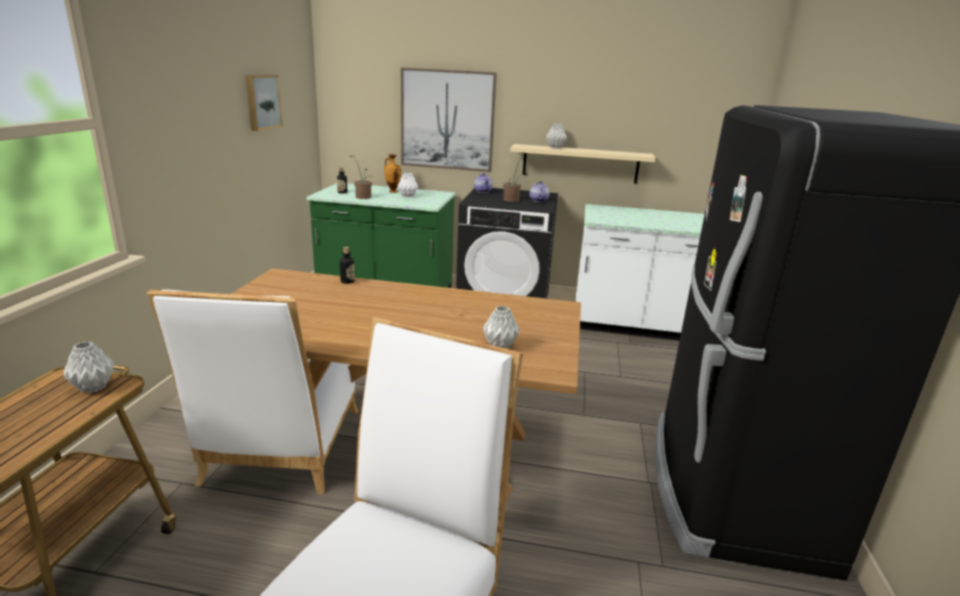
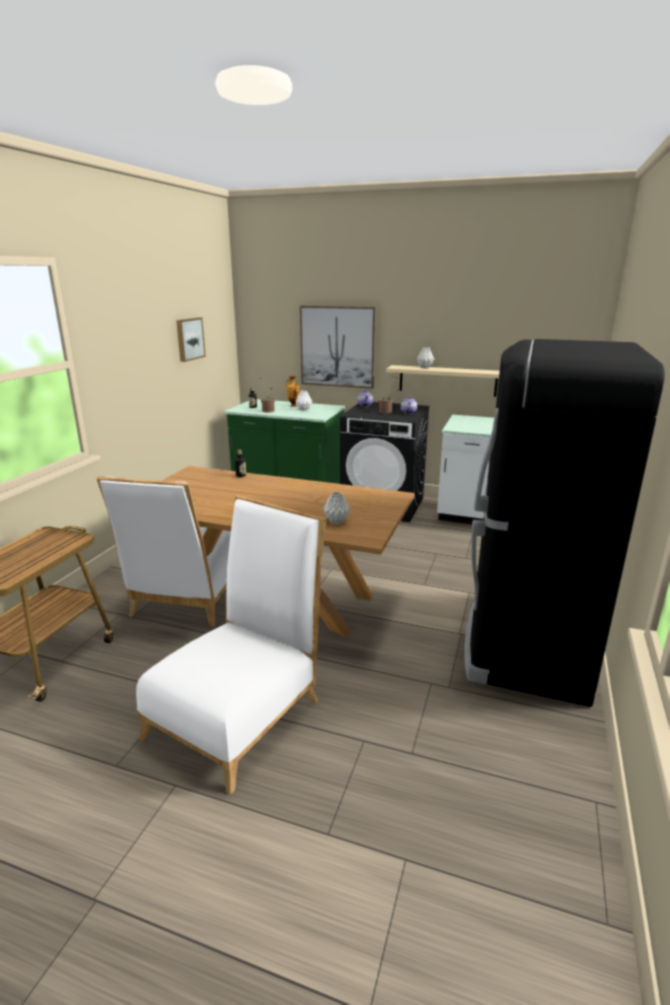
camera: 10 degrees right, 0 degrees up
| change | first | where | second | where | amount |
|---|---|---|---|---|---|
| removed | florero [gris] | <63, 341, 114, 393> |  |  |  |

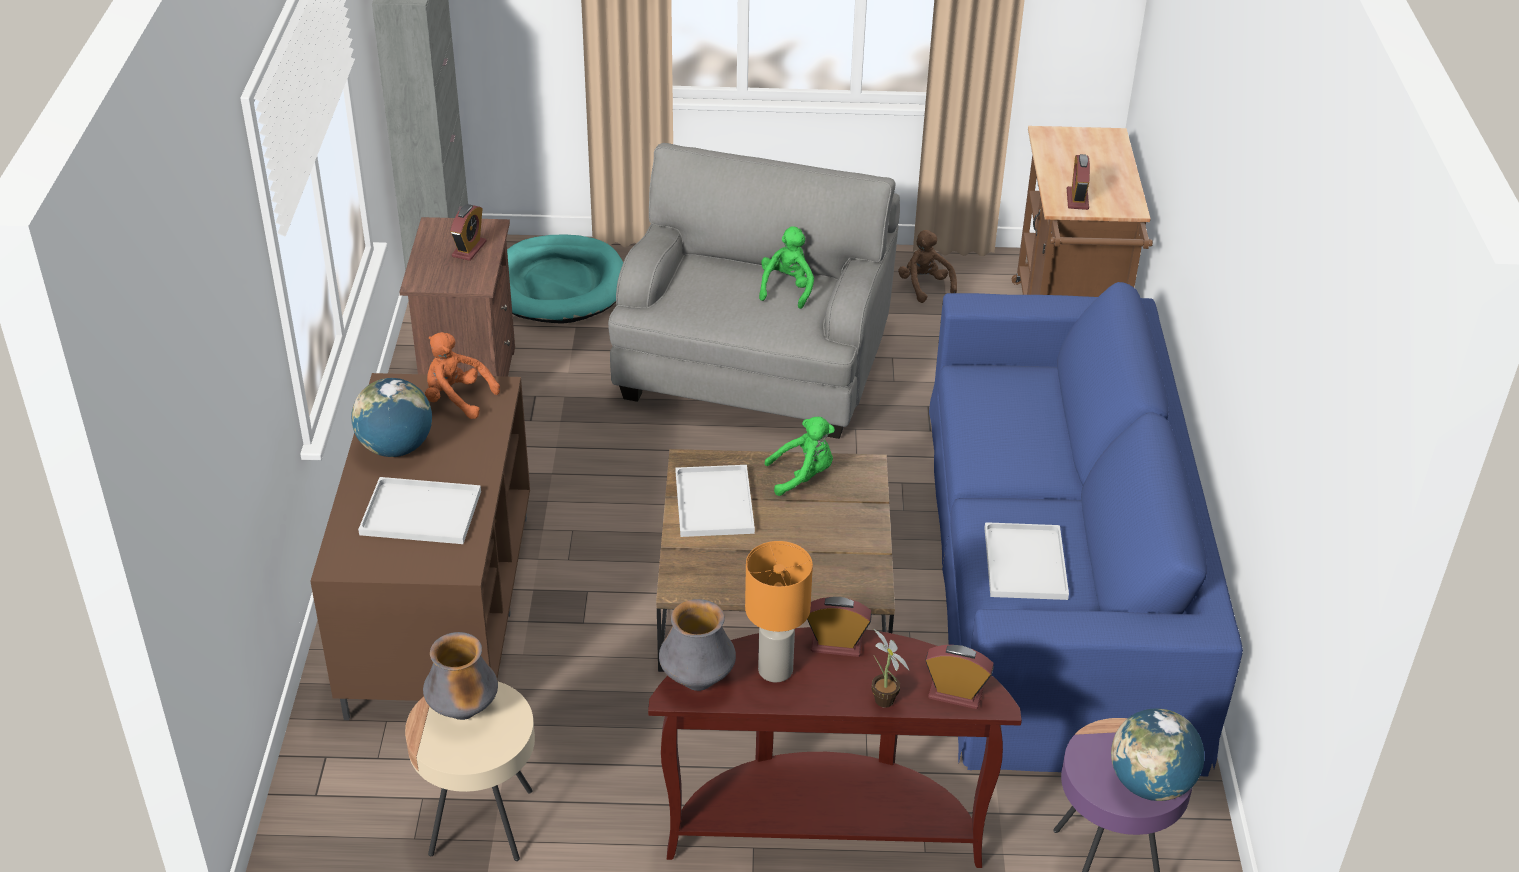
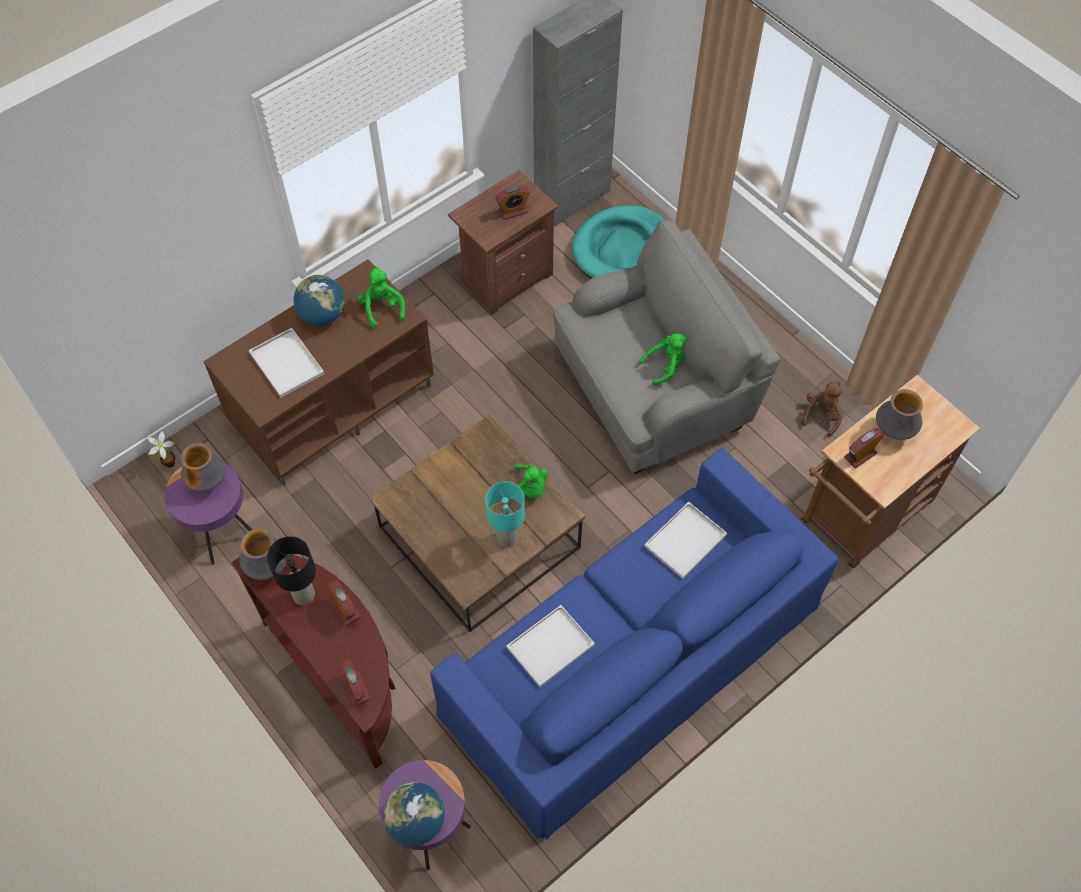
camera: 50 degrees right, 20 degrees up
| change | first | where | second | where | amount |
|---|---|---|---|---|---|
| recoloured | peluche [naranja] | <425, 332, 500, 419> | peluche [verde] | <357, 267, 405, 328> |  |
| moved | bandeja [blanco] | <676, 465, 755, 537> |  | <644, 502, 727, 579> |  |
| recoloured | lámpara de mesa [naranja] | <745, 541, 813, 682> | lámpara de mesa [negro] | <267, 536, 316, 605> |  |
| moved | planta en maceta | <872, 629, 910, 708> |  | <148, 431, 175, 468> |  |
| recoloured | mesa auxiliar [beis] | <405, 682, 535, 861> | mesa auxiliar [morado] | <165, 463, 253, 565> |  |
| added |  |  | florero | <876, 389, 923, 440> |  |
| added |  |  | lámpara de mesa [turquesa] | <485, 481, 525, 547> |  |

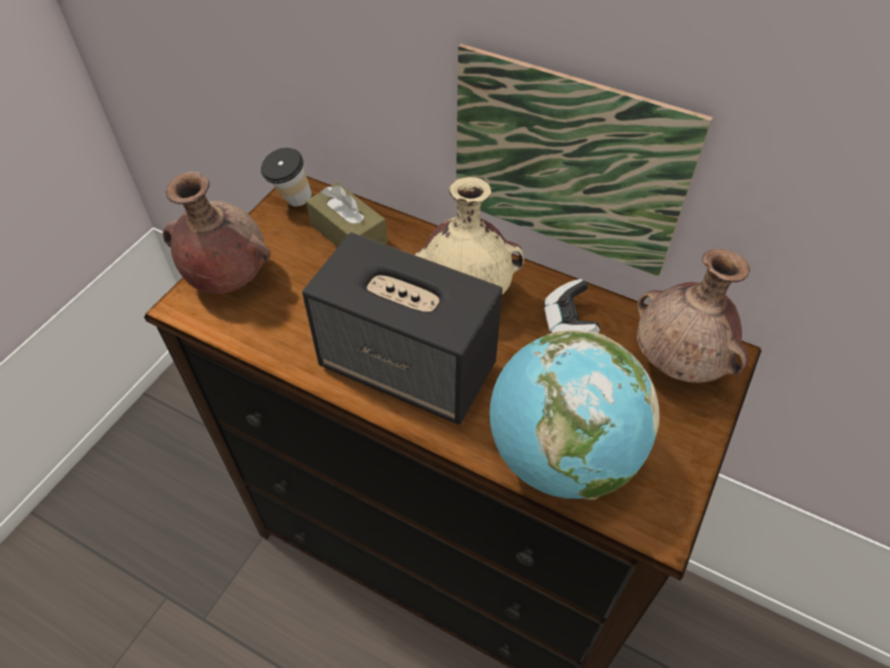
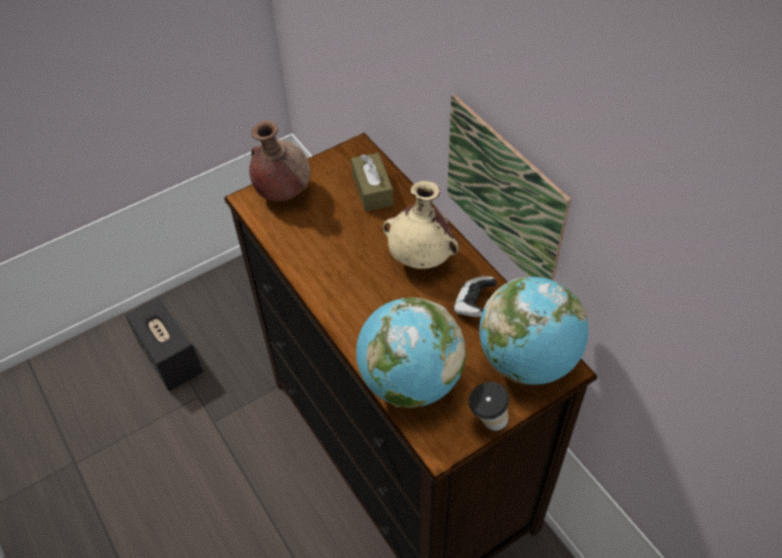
camera: 30 degrees right, 0 degrees up
| change | first | where | second | where | amount |
|---|---|---|---|---|---|
| moved | taza | <261, 148, 312, 207> |  | <469, 382, 509, 431> |  |
| moved | altavoz | <302, 233, 503, 425> |  | <125, 296, 203, 391> |  |
| replaced | florero [marrón] | <637, 249, 750, 383> | globo terráqueo | <479, 277, 588, 385> |  |

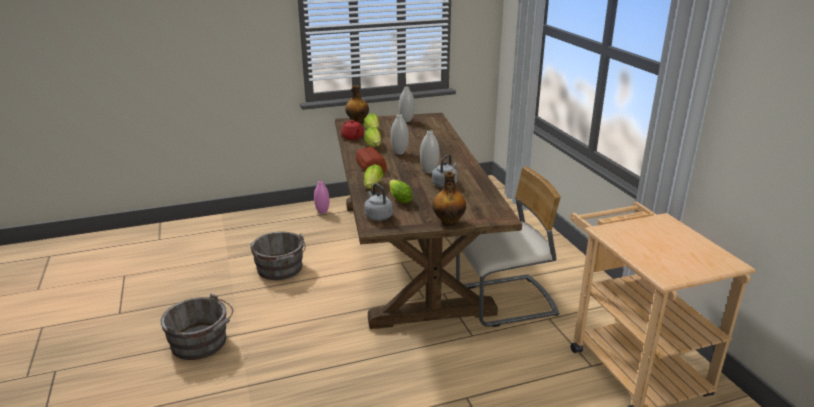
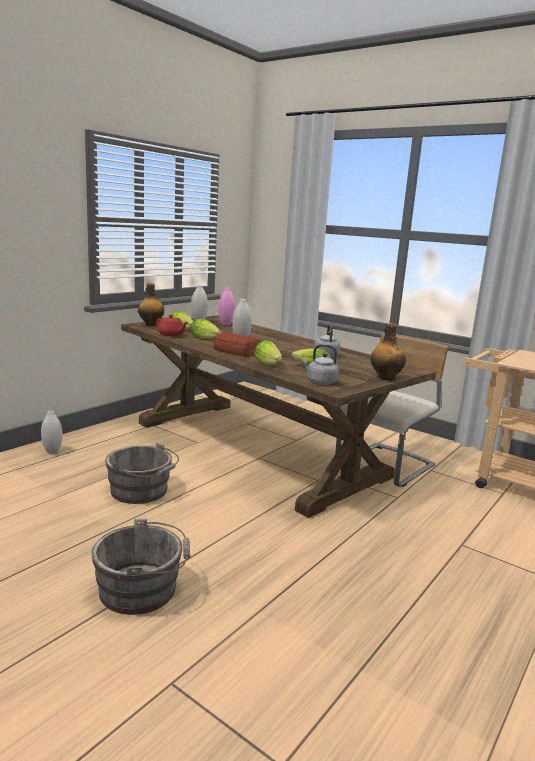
camera: 35 degrees left, 10 degrees down
| change | first | where | second | where | amount |
|---|---|---|---|---|---|
| moved | florero [blanco] | <420, 130, 439, 173> |  | <41, 410, 63, 454> |  |
| moved | florero [rosa] | <314, 181, 330, 214> |  | <218, 287, 235, 325> |  |

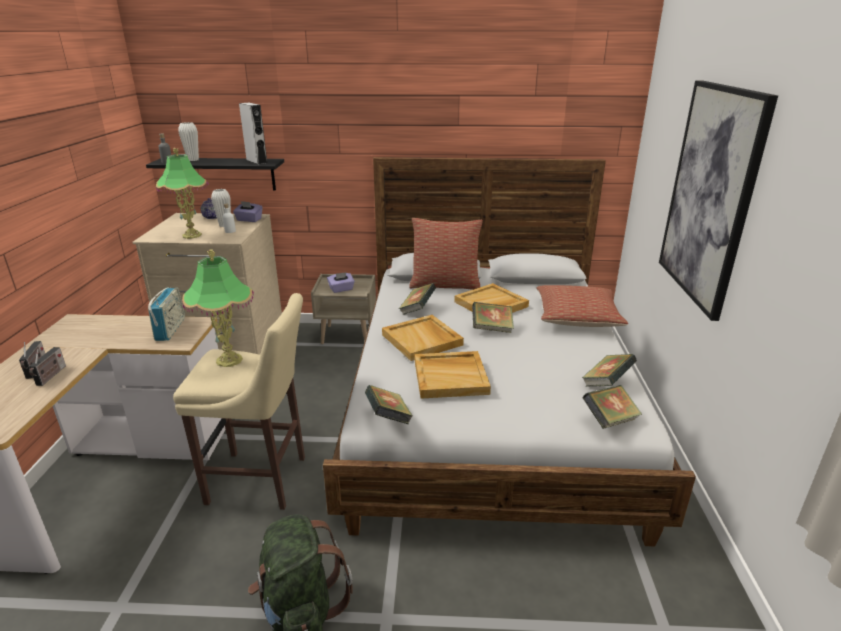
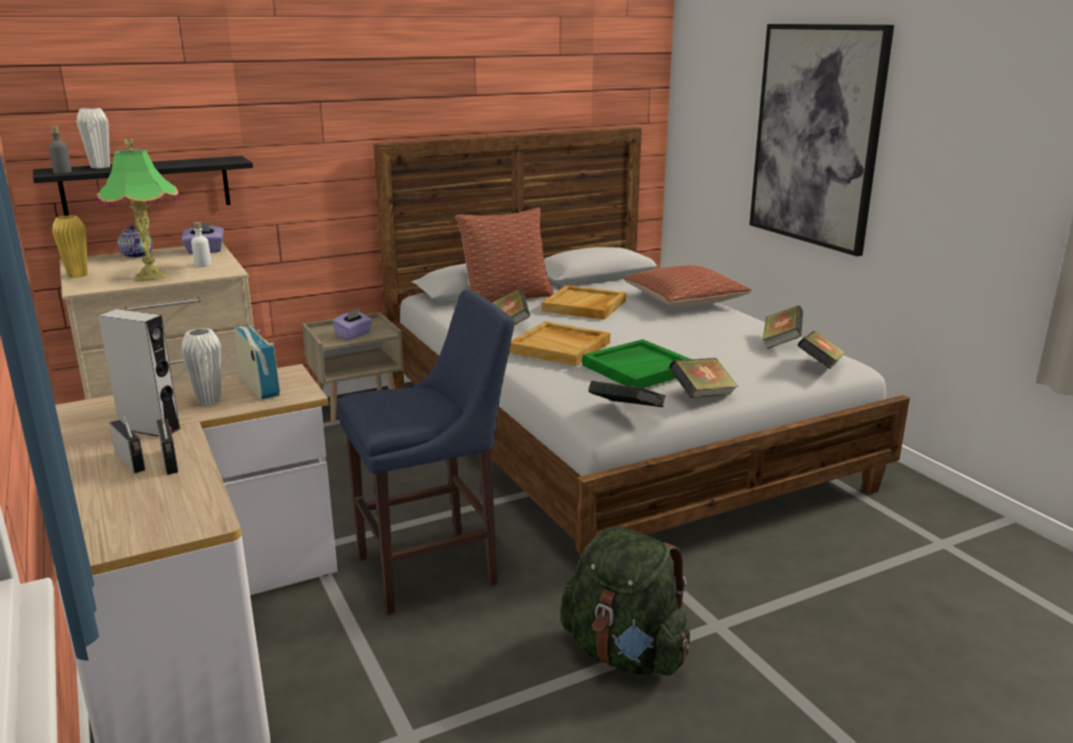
camera: 30 degrees left, 5 degrees down
| change | first | where | second | where | amount |
|---|---|---|---|---|---|
| moved | altavoz [gris] | <239, 103, 267, 164> |  | <98, 309, 181, 437> |  |
| moved | florero [blanco] | <211, 189, 231, 227> |  | <181, 328, 221, 406> |  |
| removed | lámpara de mesa | <182, 250, 254, 367> |  |  |  |
| recoloured | taburete [beis] | <173, 293, 305, 510> | taburete [azul] | <337, 289, 515, 615> |  |
| moved | libro | <472, 302, 514, 333> |  | <669, 358, 738, 398> |  |
| recoloured | bandeja [beis] | <415, 351, 491, 399> | bandeja [verde] | <582, 339, 690, 388> |  |
| added |  |  | florero [amarillo] | <52, 215, 88, 278> |  |

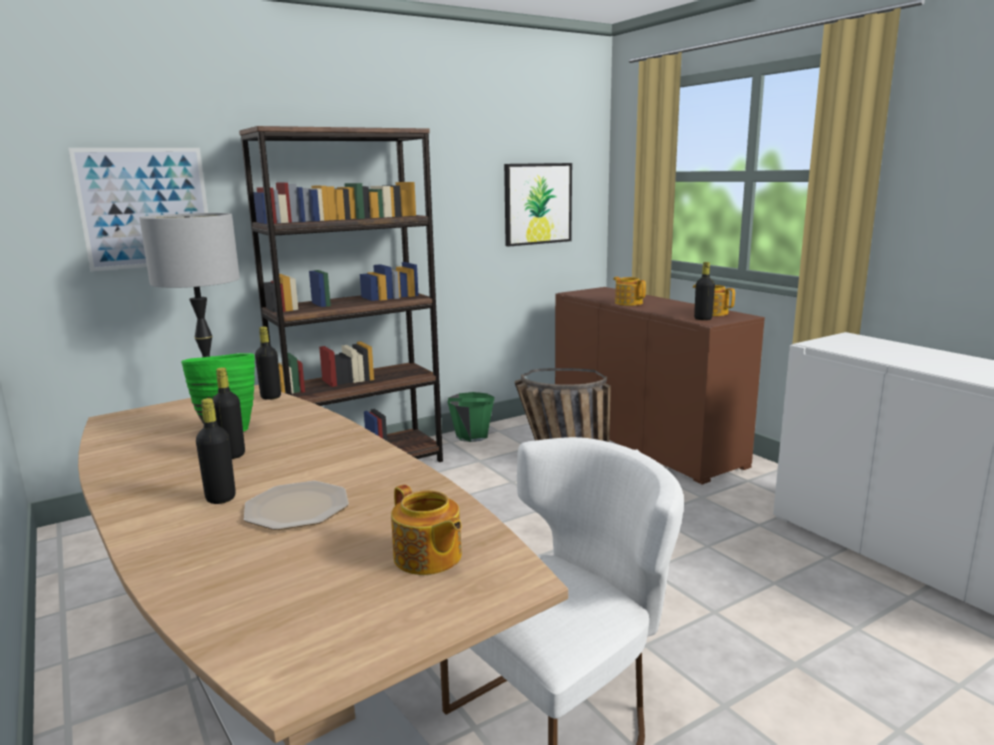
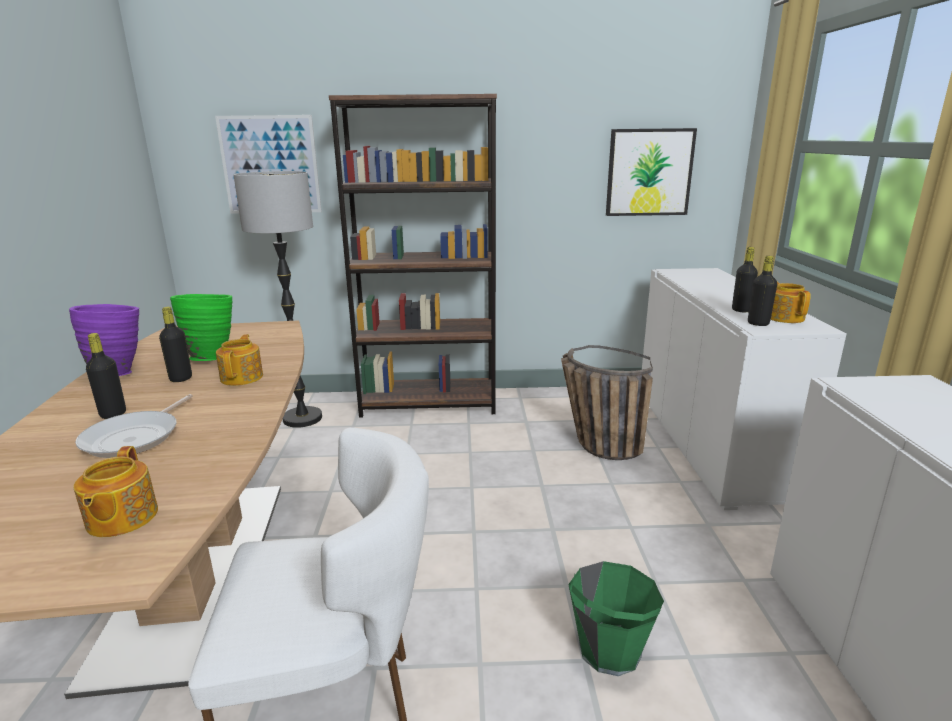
camera: 30 degrees right, 5 degrees up
| change | first | where | second | where | amount |
|---|---|---|---|---|---|
| moved | tetera | <613, 277, 646, 306> |  | <216, 334, 263, 386> |  |
| recoloured | armario [marrón] | <555, 287, 765, 485> | armario [blanco] | <642, 268, 847, 510> |  |
| moved | botella [negro] | <255, 326, 281, 400> |  | <732, 247, 758, 312> |  |
| moved | cubo [verde] | <448, 392, 494, 442> |  | <568, 561, 664, 676> |  |
| replaced | plato | <244, 481, 349, 530> | sartén | <75, 394, 193, 458> |  |
| added |  |  | florero [morado] | <69, 304, 139, 376> |  |

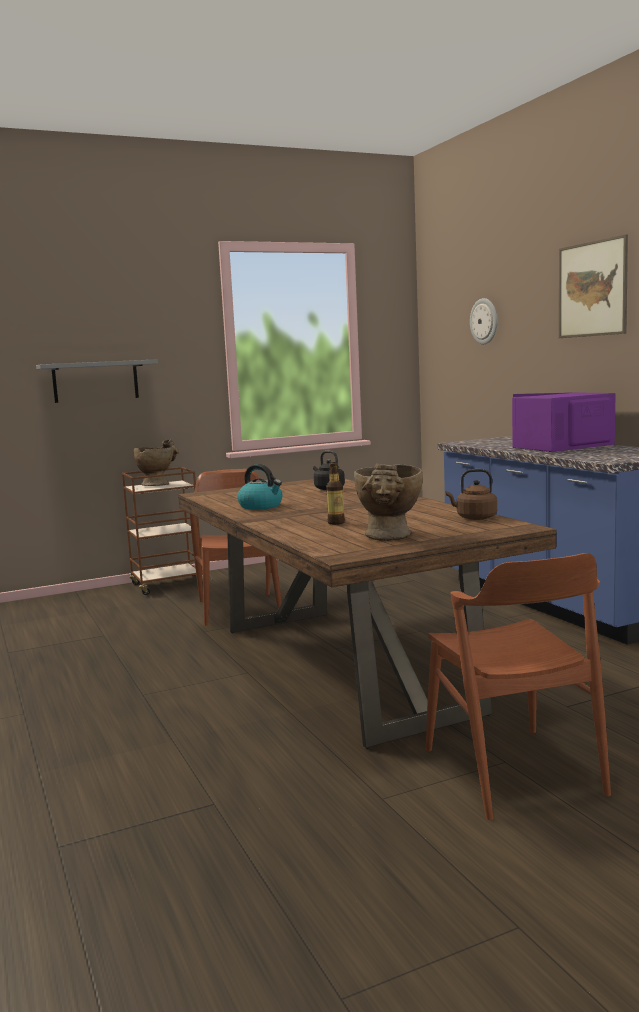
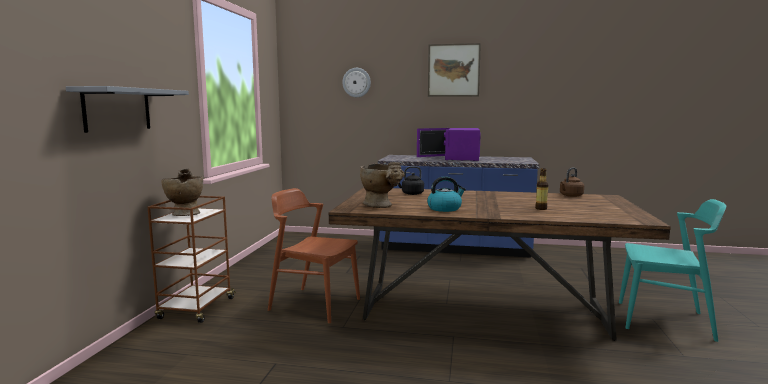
camera: 55 degrees left, 0 degrees up
| change | first | where | second | where | amount |
|---|---|---|---|---|---|
| moved | florero [beis] | <354, 464, 423, 541> |  | <360, 162, 405, 208> |  |
| recoloured | silla [marrón] | <426, 553, 611, 820> | silla [turquesa] | <619, 199, 726, 342> |  |

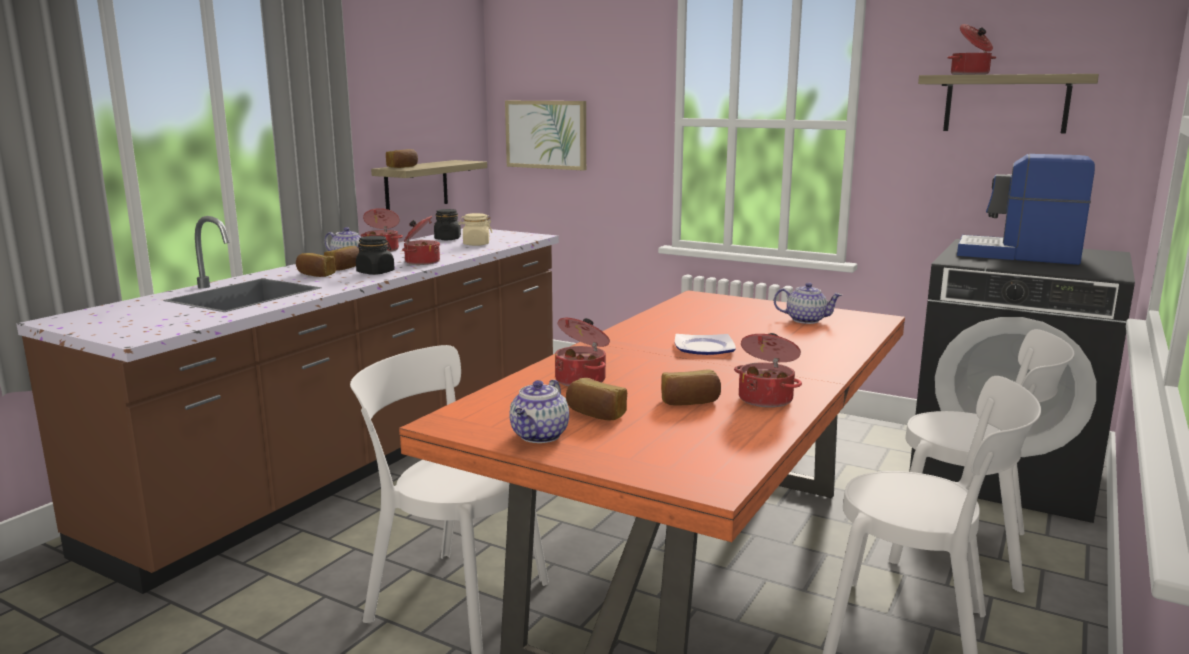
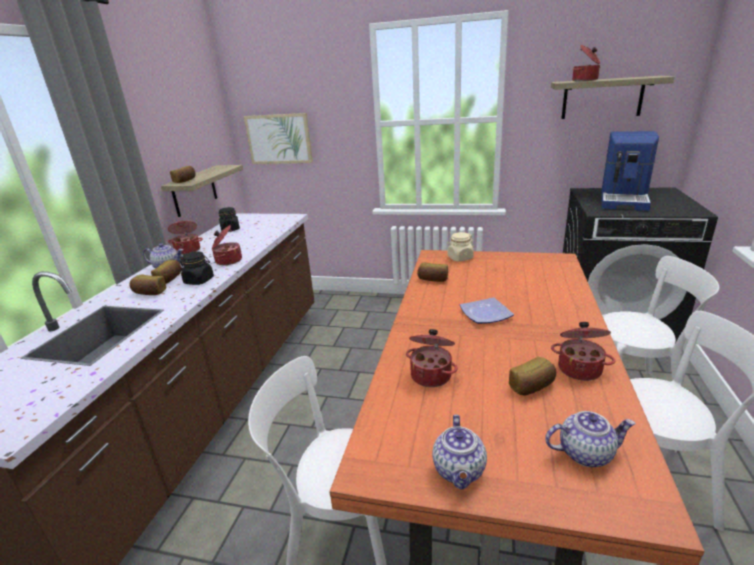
camera: 15 degrees left, 10 degrees up
| change | first | where | second | where | amount |
|---|---|---|---|---|---|
| turned | cafetera | <957, 154, 1095, 265> |  | <602, 131, 659, 211> | 75 degrees counterclockwise |
| moved | tarro [beis] | <458, 213, 492, 246> |  | <447, 232, 474, 262> |  |
| moved | tetera | <774, 283, 842, 324> |  | <545, 411, 636, 467> |  |
| moved | pan | <566, 378, 627, 421> |  | <417, 262, 448, 282> |  |

